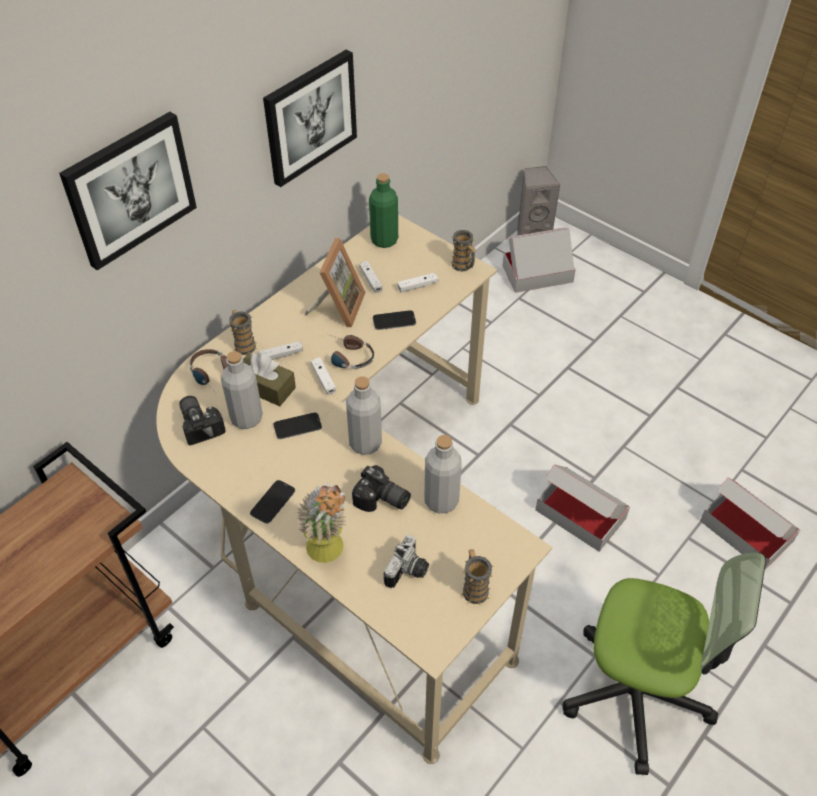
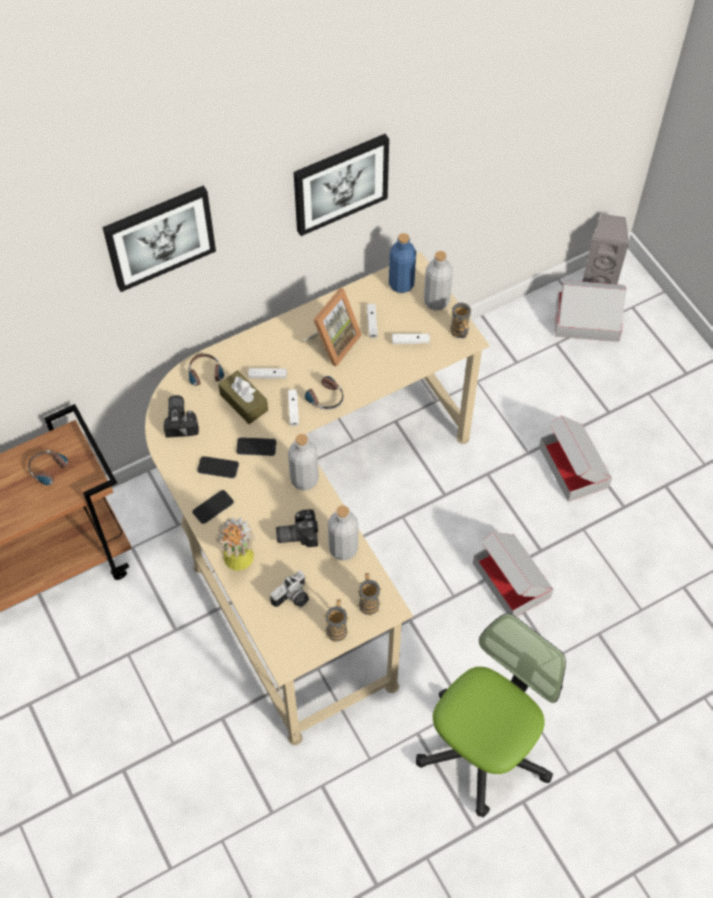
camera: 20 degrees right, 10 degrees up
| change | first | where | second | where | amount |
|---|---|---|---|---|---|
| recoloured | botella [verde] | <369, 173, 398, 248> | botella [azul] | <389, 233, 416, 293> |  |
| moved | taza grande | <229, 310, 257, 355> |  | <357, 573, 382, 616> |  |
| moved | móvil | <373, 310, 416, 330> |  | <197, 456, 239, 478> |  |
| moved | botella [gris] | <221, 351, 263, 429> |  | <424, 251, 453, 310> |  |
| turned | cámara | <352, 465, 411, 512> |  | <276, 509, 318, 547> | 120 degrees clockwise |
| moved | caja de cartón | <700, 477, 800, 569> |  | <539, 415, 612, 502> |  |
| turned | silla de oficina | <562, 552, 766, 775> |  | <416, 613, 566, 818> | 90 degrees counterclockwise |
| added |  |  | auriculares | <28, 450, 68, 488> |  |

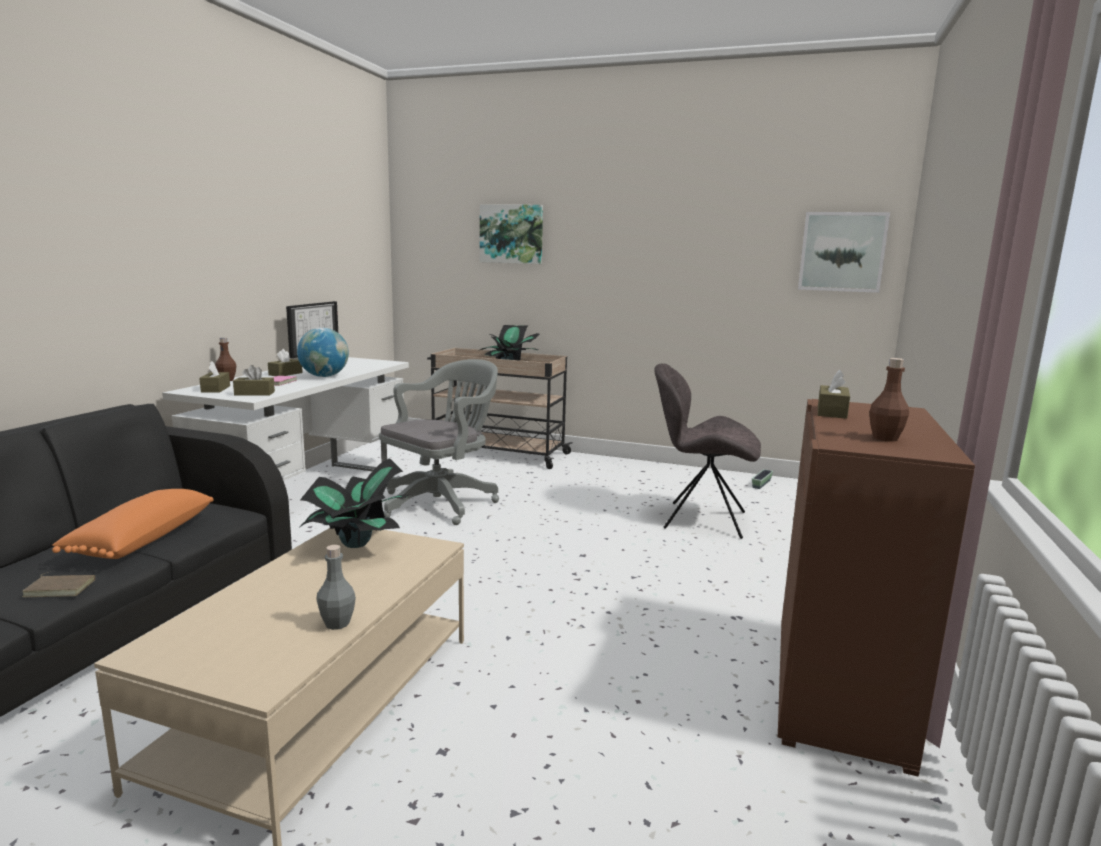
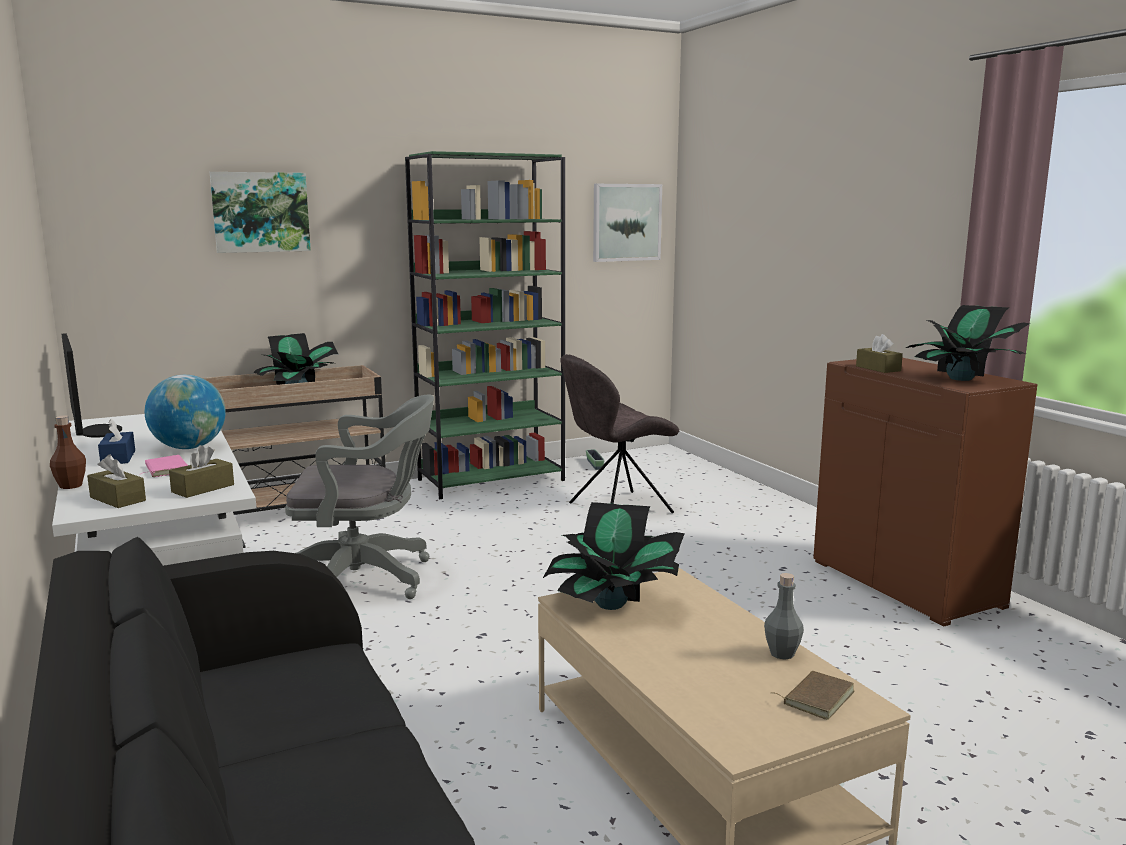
camera: 45 degrees left, 0 degrees up
| change | first | where | second | where | amount |
|---|---|---|---|---|---|
| recoloured | caja de pañuelos [marrón] | <268, 349, 303, 376> | caja de pañuelos [azul] | <98, 419, 135, 464> |  |
| replaced | botella [marrón] | <869, 358, 909, 442> | planta en maceta | <906, 305, 1030, 381> |  |
| turned | silla de oficina [gris] | <379, 359, 499, 525> |  | <285, 394, 434, 599> | 90 degrees clockwise |
| removed | cojín [naranja] | <52, 489, 214, 559> |  |  |  |
| moved | libro [marrón] | <22, 572, 95, 597> |  | <772, 671, 854, 720> |  |
| added |  |  | estantería [verde] | <405, 151, 565, 499> |  |

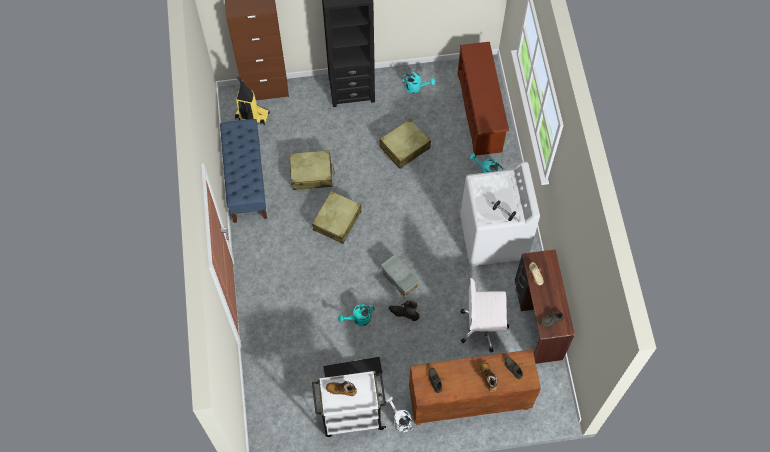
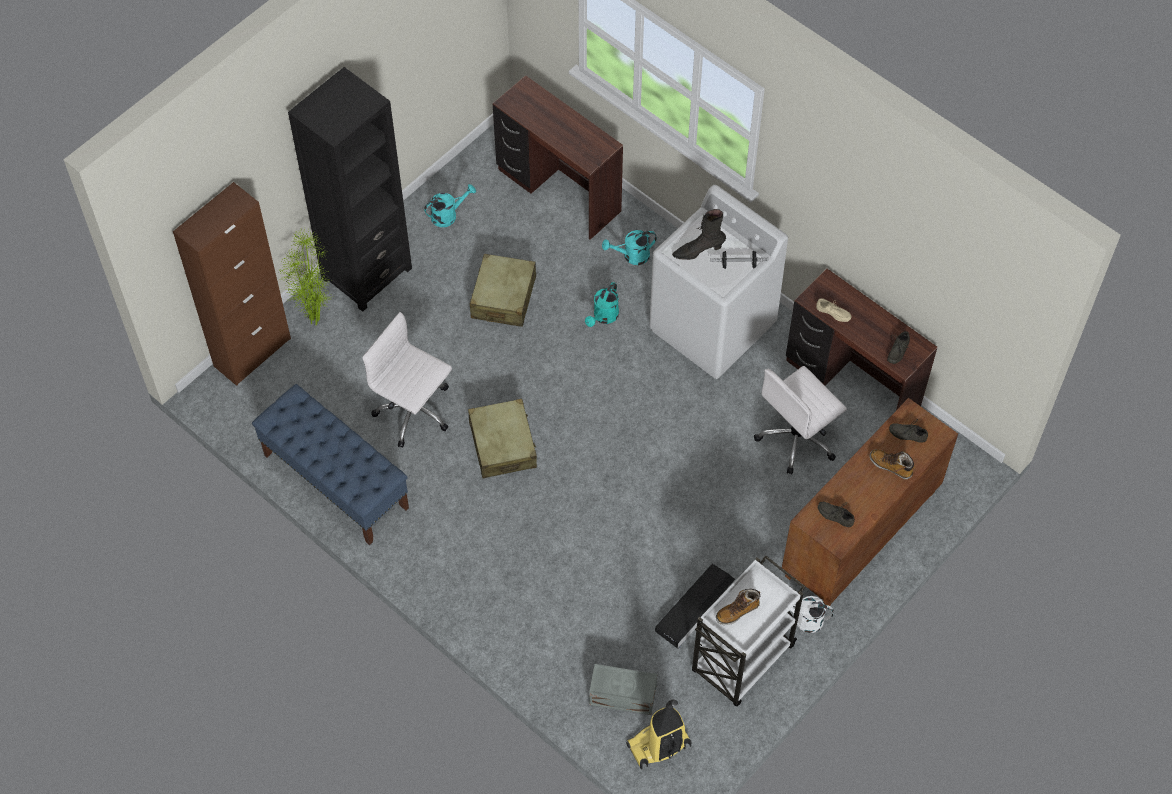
camera: 40 degrees left, 5 degrees down
| change | first | where | second | where | amount |
|---|---|---|---|---|---|
| replaced | zapatero [marrón] | <457, 42, 509, 157> | escritorio [marrón] | <493, 75, 623, 240> |  |
| moved | aspiradora | <235, 76, 270, 125> |  | <626, 699, 692, 770> |  |
| replaced | maleta [beis] | <290, 150, 335, 190> | silla de oficina [blanco] | <362, 312, 452, 448> |  |
| moved | caja de almacenaje [gris] | <381, 255, 419, 298> |  | <589, 664, 657, 715> |  |
| moved | bota [negro] | <389, 300, 419, 321> |  | <672, 209, 726, 260> |  |
| moved | regadera [turquesa] | <338, 304, 375, 326> |  | <585, 282, 619, 327> |  |
| added |  |  | planta en maceta | <280, 229, 334, 326> |  |

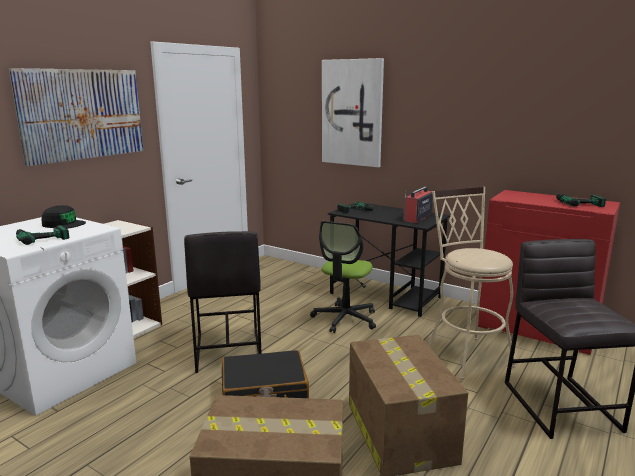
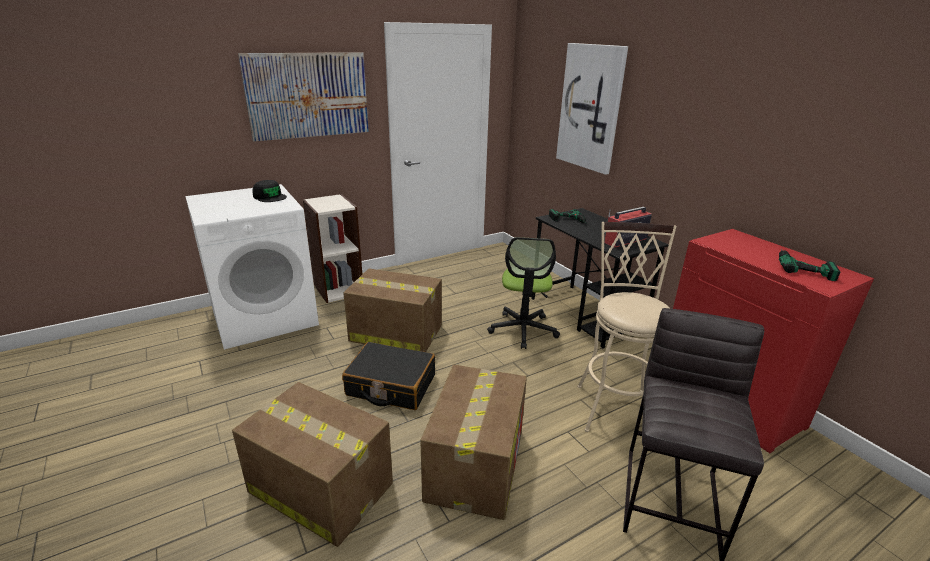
camera: 25 degrees right, 10 degrees up
| change | first | where | second | where | amount |
|---|---|---|---|---|---|
| turned | silla de oficina | <310, 221, 376, 333> |  | <487, 237, 560, 349> | 45 degrees counterclockwise |
| removed | taladro | <16, 225, 70, 245> |  |  |  |
| replaced | taburete [gris] | <184, 231, 262, 373> | caja de cartón | <343, 269, 442, 352> |  |

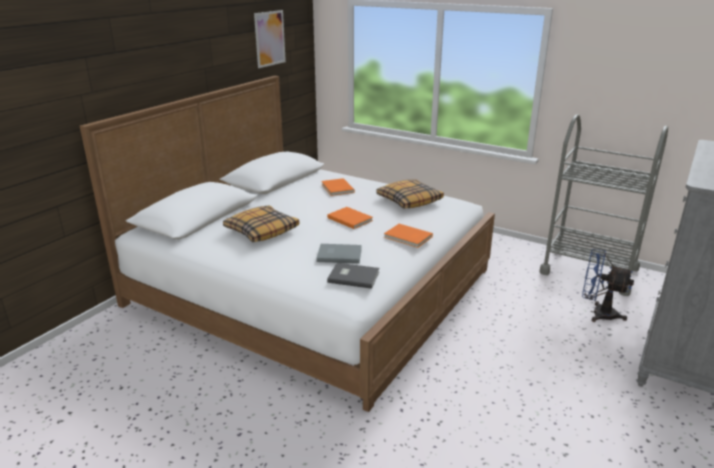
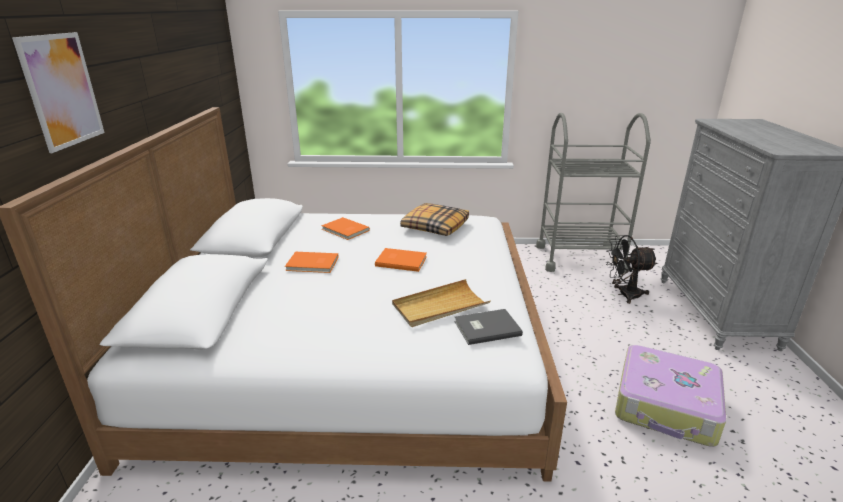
camera: 30 degrees left, 0 degrees up
| change | first | where | second | where | amount |
|---|---|---|---|---|---|
| moved | cuadro | <254, 10, 286, 68> |  | <12, 32, 105, 153> |  |
| removed | cojín | <223, 205, 299, 242> |  |  |  |
| moved | libro [naranja] | <384, 224, 433, 248> |  | <285, 252, 339, 273> |  |
| replaced | libro [gris] | <316, 244, 362, 264> | bandeja [beis] | <392, 279, 490, 327> |  |
| recoloured | ventilador [azul] | <582, 249, 634, 322> | ventilador [negro] | <606, 235, 658, 304> |  |
| added |  |  | maleta | <615, 345, 727, 447> |  |

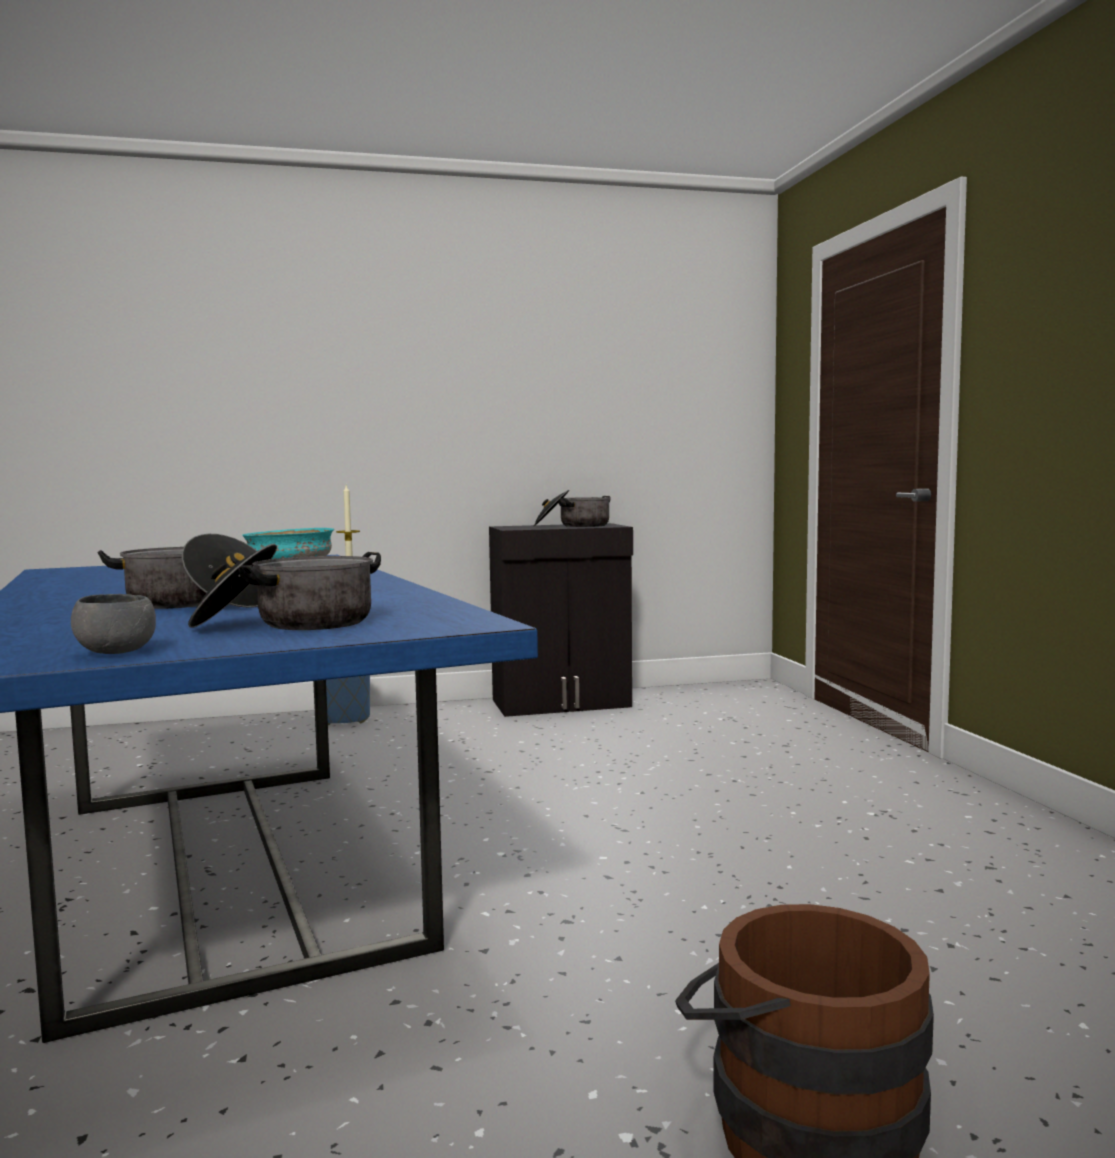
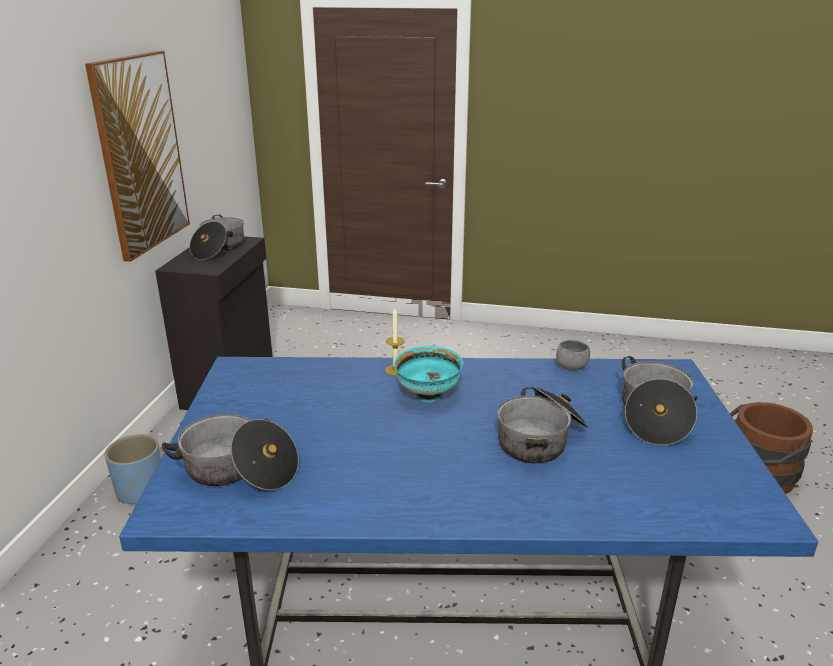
camera: 65 degrees left, 20 degrees up
| change | first | where | second | where | amount |
|---|---|---|---|---|---|
| moved | cuenco [gris] | <71, 594, 156, 654> |  | <556, 340, 590, 370> |  |
| added |  |  | cuadro | <85, 51, 190, 262> |  |
| added |  |  | olla | <162, 414, 299, 491> |  |

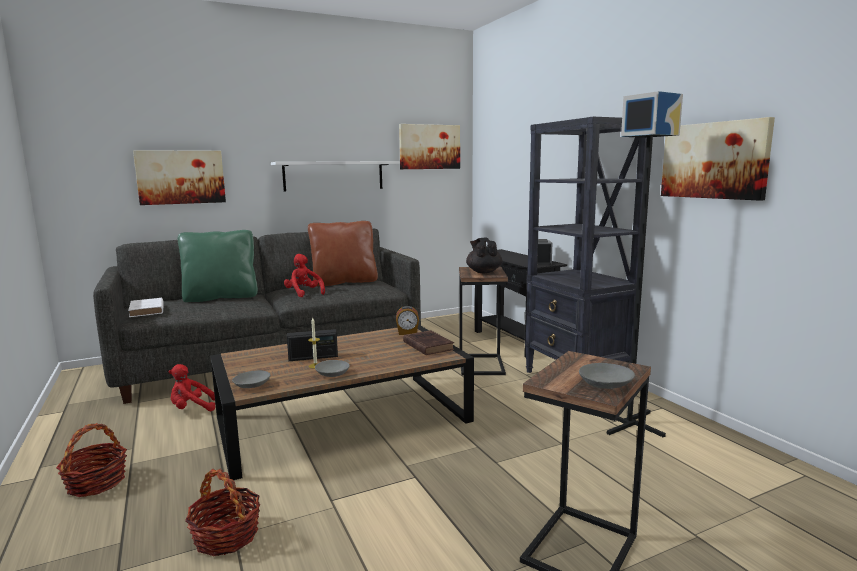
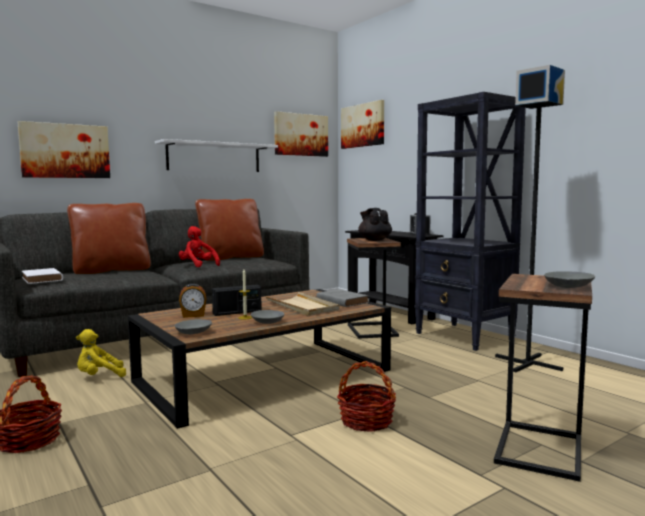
camera: 10 degrees left, 5 degrees down
| change | first | where | second | where | amount |
|---|---|---|---|---|---|
| moved | cuadro | <661, 117, 775, 201> |  | <341, 100, 384, 149> |  |
| recoloured | cojín [verde] | <178, 230, 258, 302> | cojín [marrón] | <67, 203, 151, 274> |  |
| moved | despertador | <396, 306, 419, 335> |  | <179, 284, 206, 318> |  |
| recoloured | libro [marrón] | <403, 330, 454, 355> | libro [gris] | <316, 289, 369, 307> |  |
| recoloured | peluche [rojo] | <169, 364, 215, 411> | peluche [amarillo] | <76, 329, 126, 377> |  |
| moved | cesta | <185, 469, 260, 556> |  | <337, 361, 396, 432> |  |
| added |  |  | bandeja [beis] | <265, 292, 339, 316> |  |

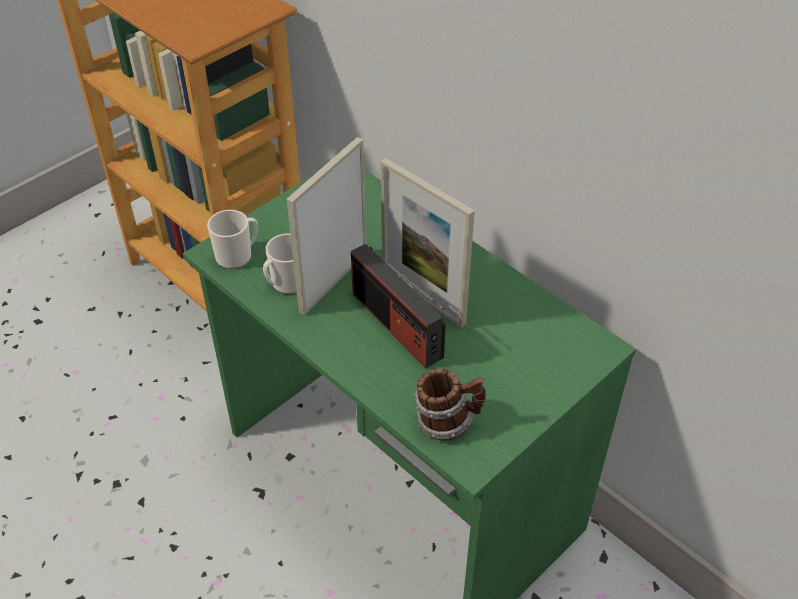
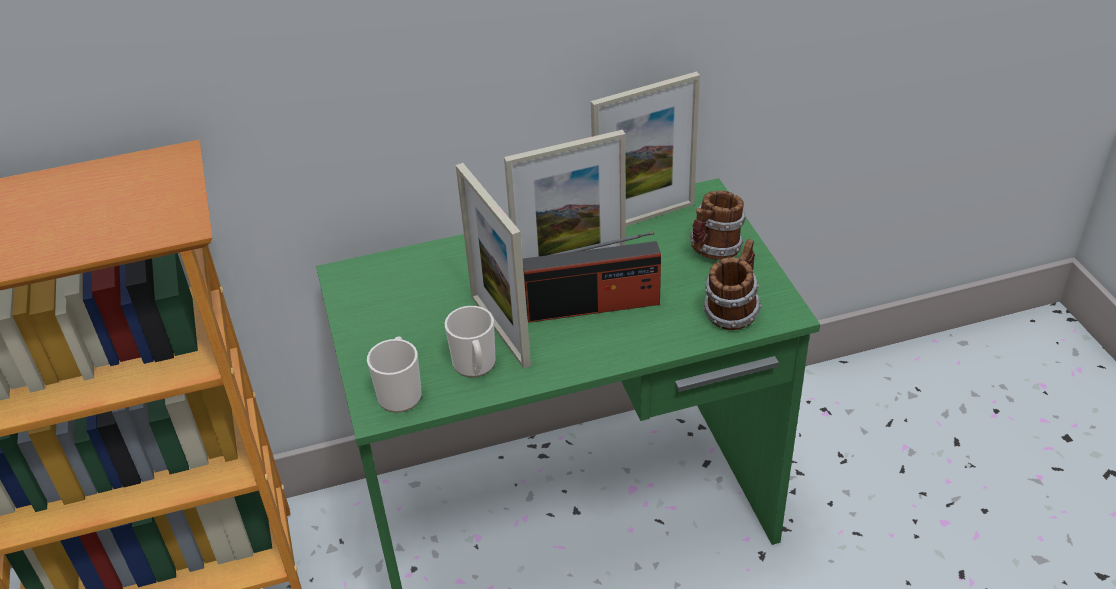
camera: 60 degrees left, 5 degrees down
| change | first | where | second | where | amount |
|---|---|---|---|---|---|
| added |  |  | portarretratos | <591, 72, 700, 226> |  |
| added |  |  | taza grande | <690, 191, 746, 260> |  |

